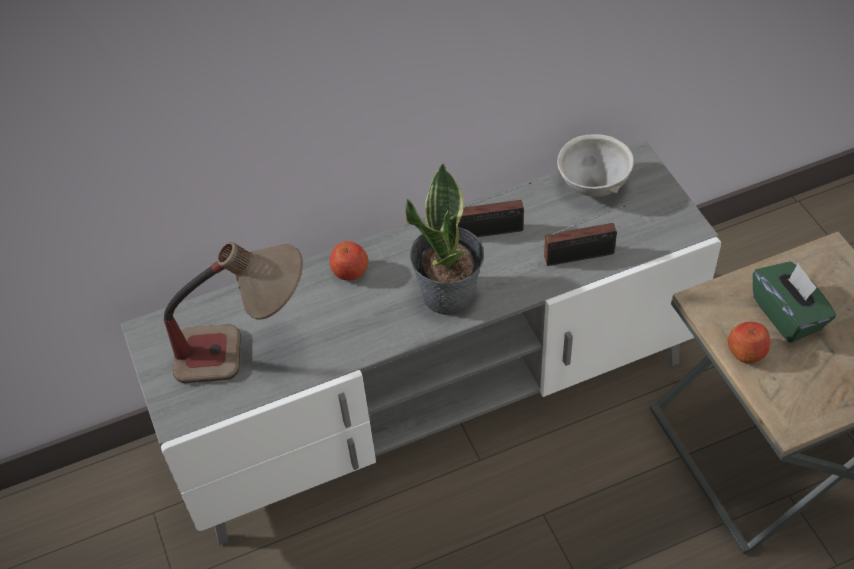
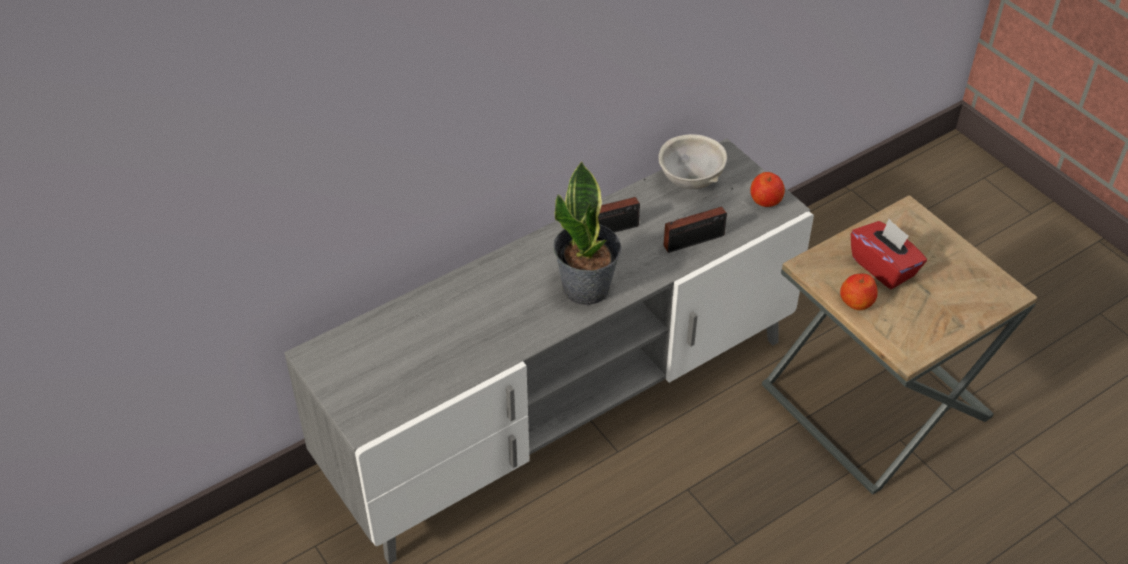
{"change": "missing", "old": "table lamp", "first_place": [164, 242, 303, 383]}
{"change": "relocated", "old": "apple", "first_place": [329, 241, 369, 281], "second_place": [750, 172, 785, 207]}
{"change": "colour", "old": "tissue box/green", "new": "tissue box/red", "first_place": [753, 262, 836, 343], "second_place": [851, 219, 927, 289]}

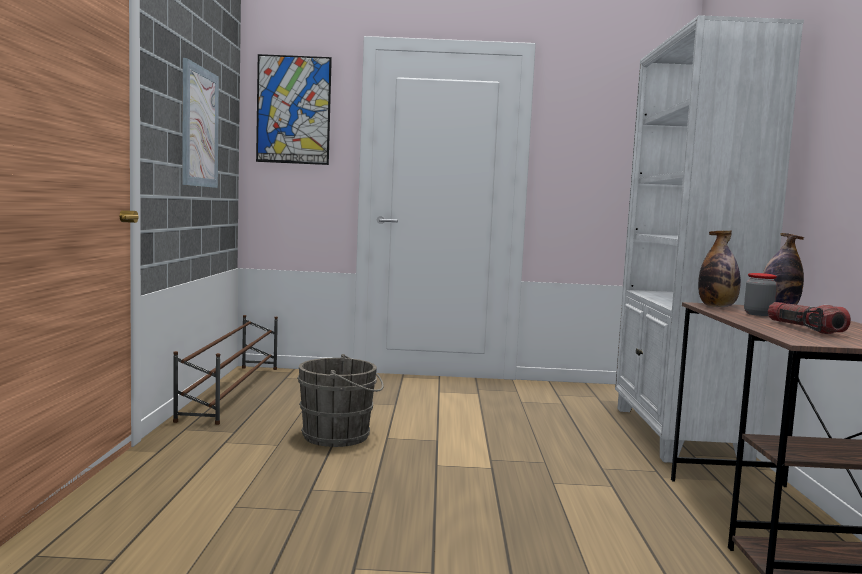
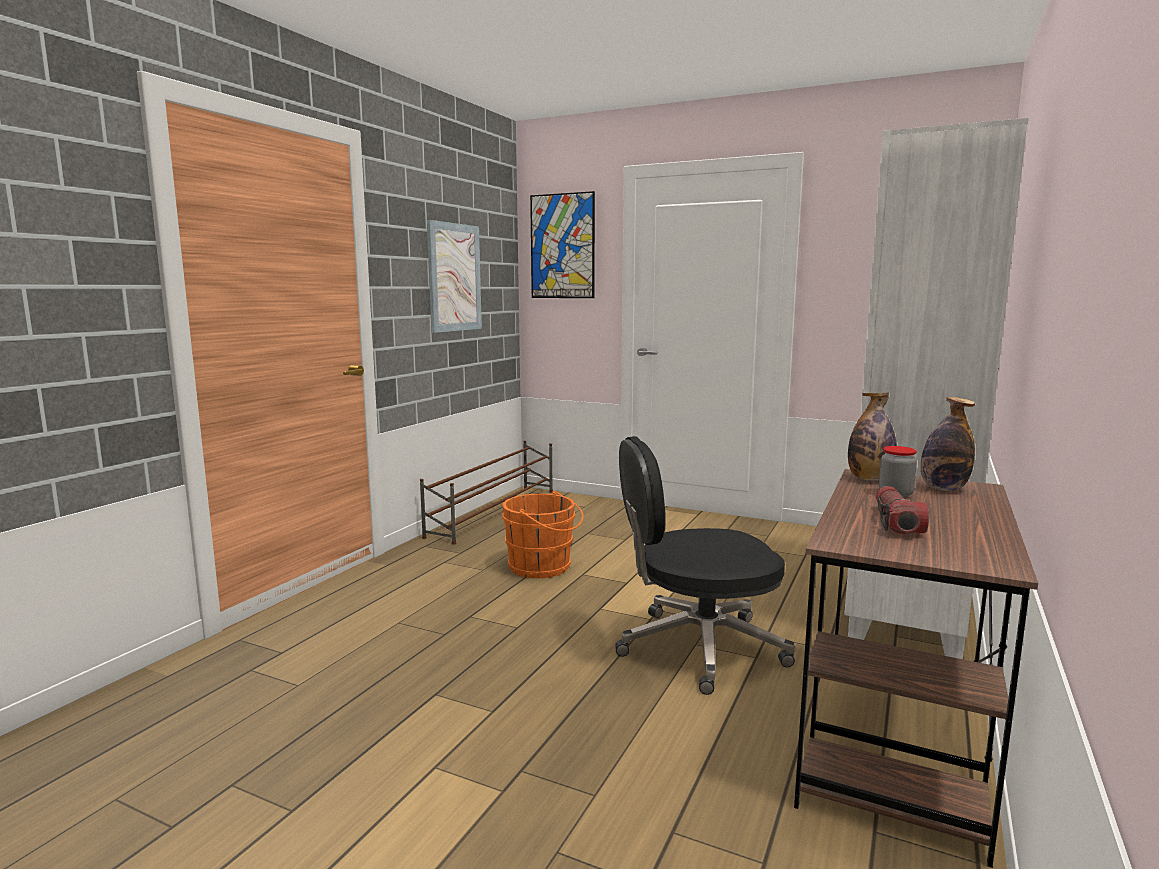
{"change": "colour", "old": "bucket/grey", "new": "bucket/orange", "first_place": [297, 354, 384, 447], "second_place": [502, 491, 584, 578]}
{"change": "appeared", "new": "office chair/black", "second_place": [615, 436, 795, 695]}

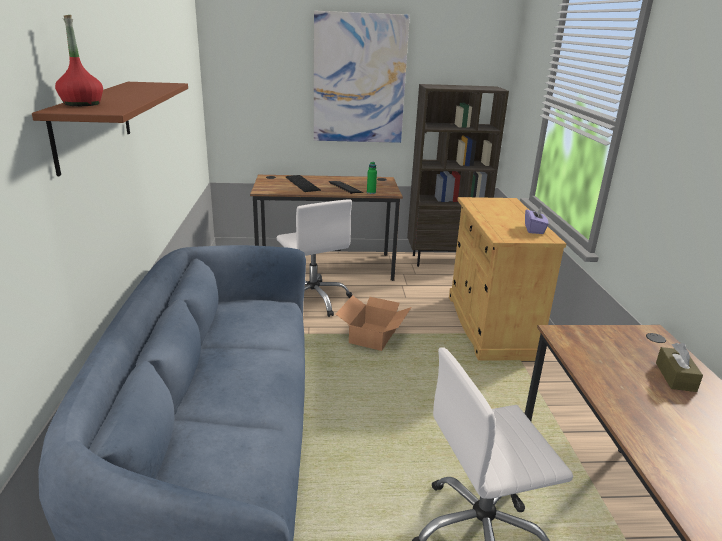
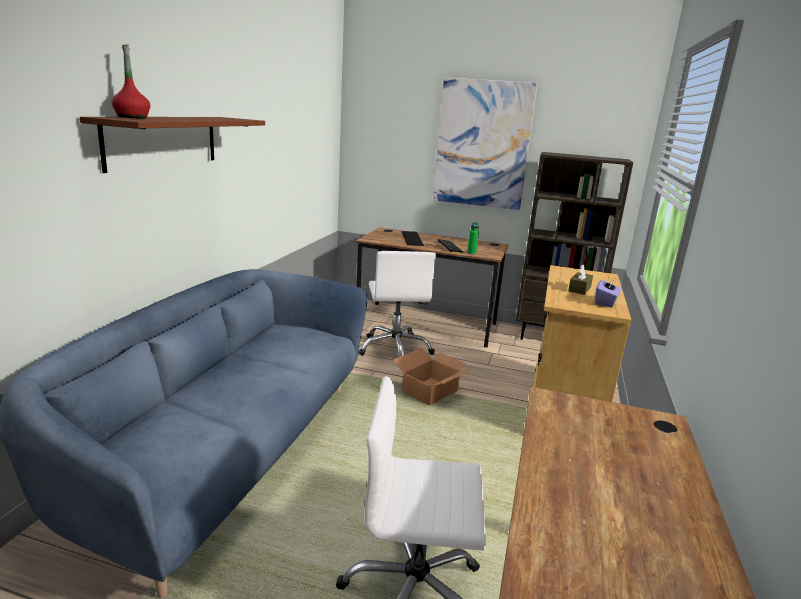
{"change": "relocated", "old": "tissue box/brown", "first_place": [656, 343, 703, 392], "second_place": [568, 265, 593, 295]}

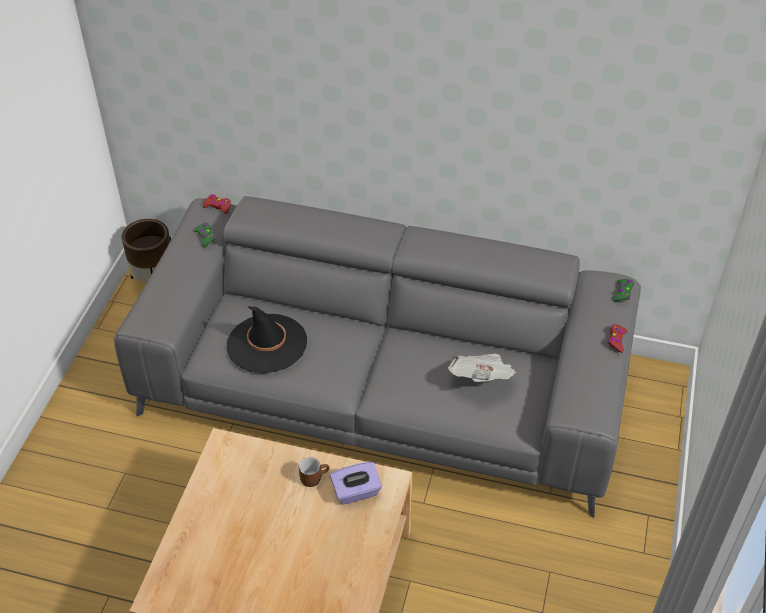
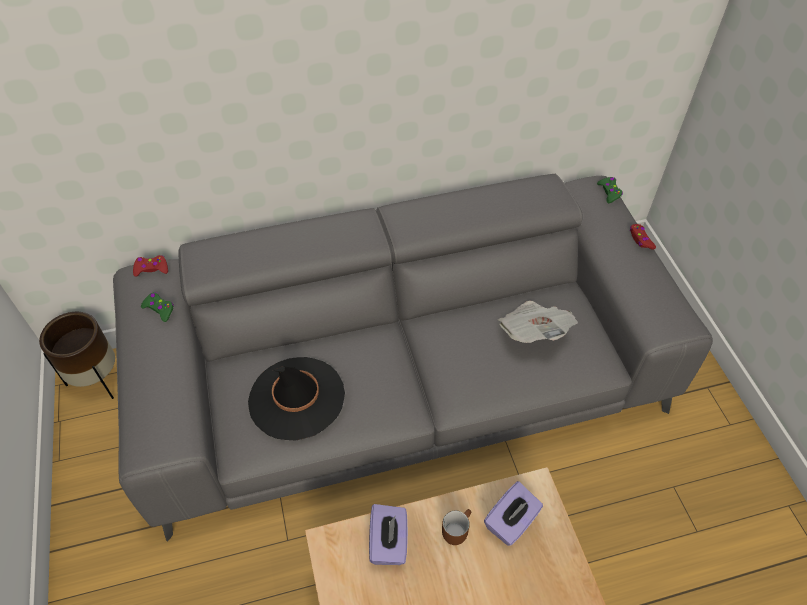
{"change": "appeared", "new": "tissue box/purple", "second_place": [369, 504, 408, 565]}

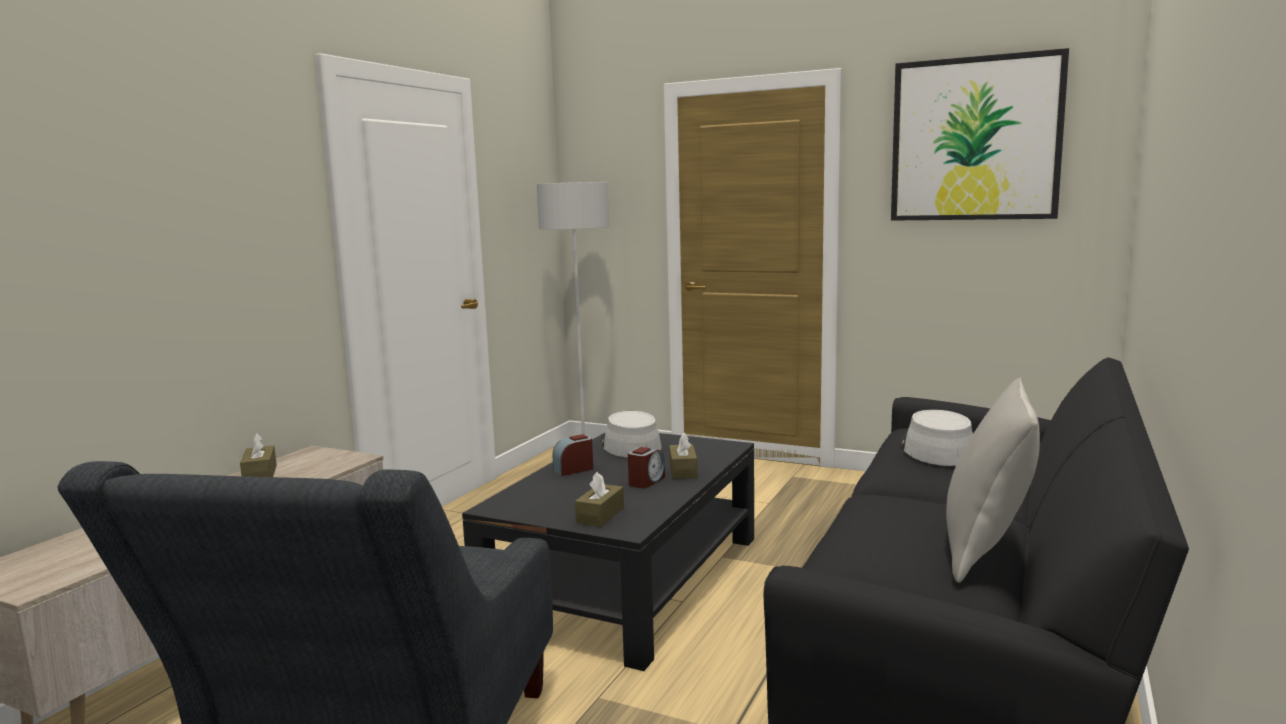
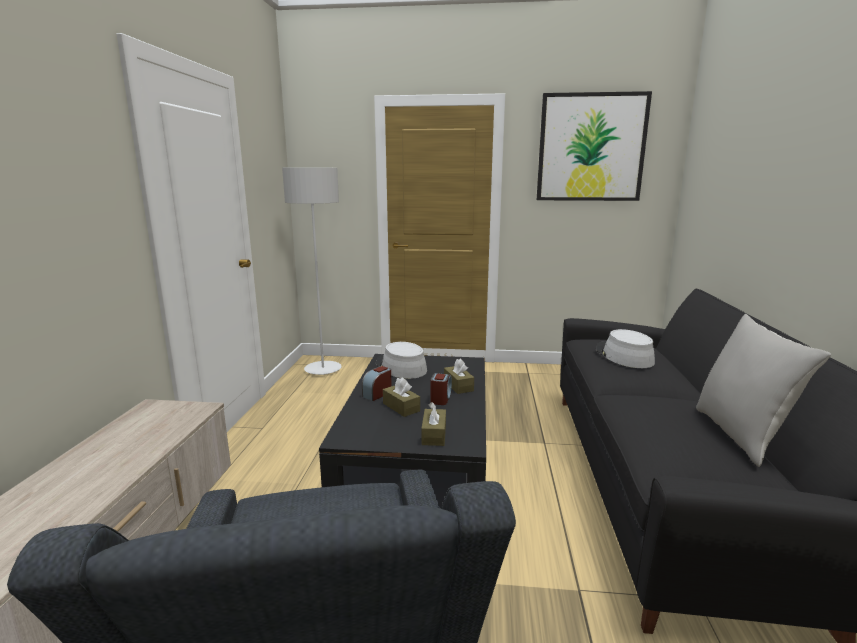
{"change": "relocated", "old": "tissue box/brown", "first_place": [240, 433, 277, 477], "second_place": [383, 378, 420, 417]}

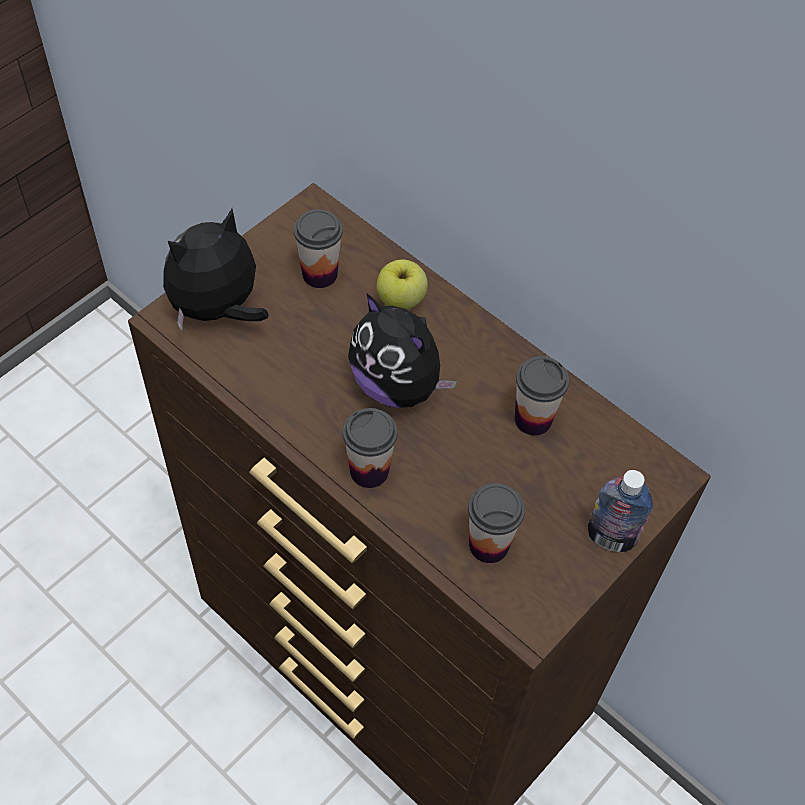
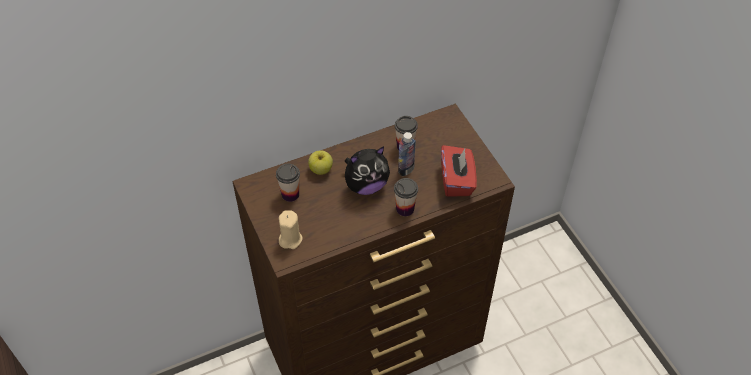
{"change": "exchanged", "old": "plush toy", "new": "candle/beige", "first_place": [163, 209, 269, 331], "second_place": [279, 210, 303, 249]}
{"change": "exchanged", "old": "cup", "new": "tissue box/red", "first_place": [468, 483, 525, 563], "second_place": [441, 145, 477, 197]}
{"change": "relocated", "old": "bottle", "first_place": [588, 470, 653, 552], "second_place": [398, 132, 416, 176]}

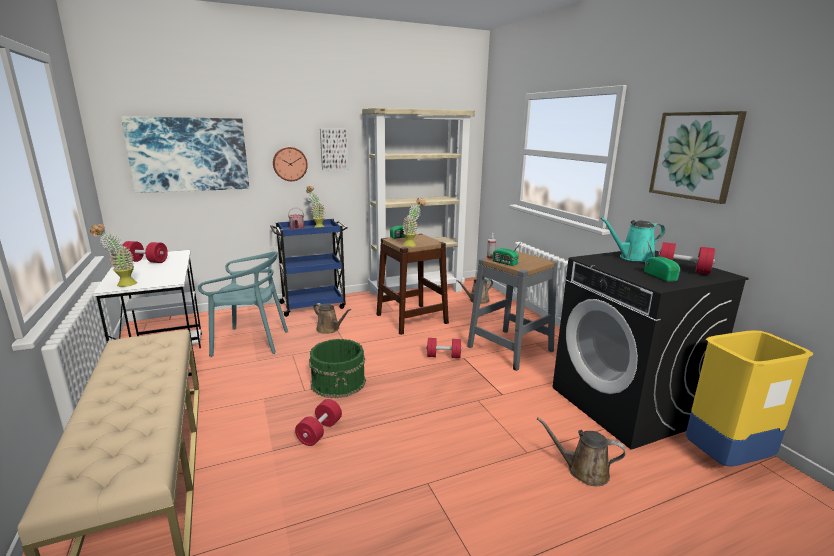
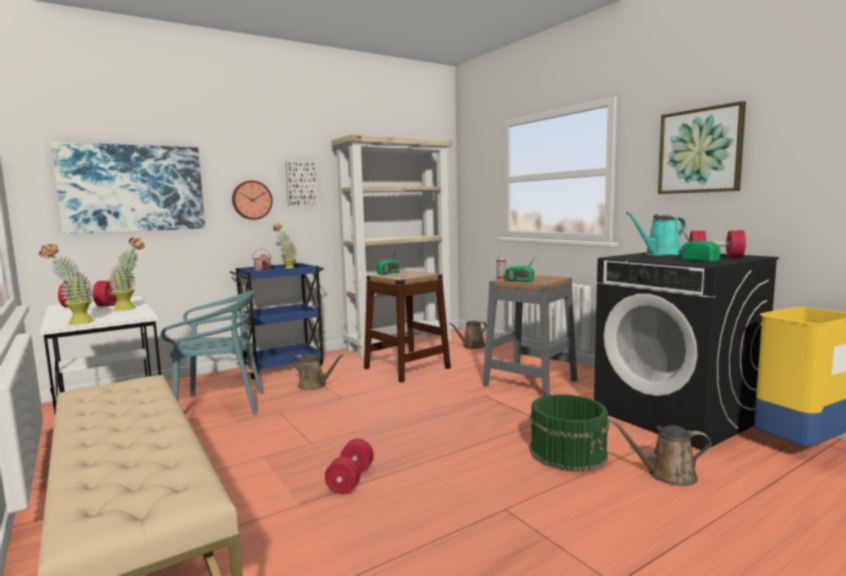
{"change": "relocated", "old": "bucket/green", "first_place": [309, 339, 366, 398], "second_place": [529, 394, 609, 472]}
{"change": "relocated", "old": "potted plant", "first_place": [403, 198, 426, 247], "second_place": [109, 238, 145, 311]}
{"change": "missing", "old": "dumbbell/red", "first_place": [426, 338, 462, 358]}

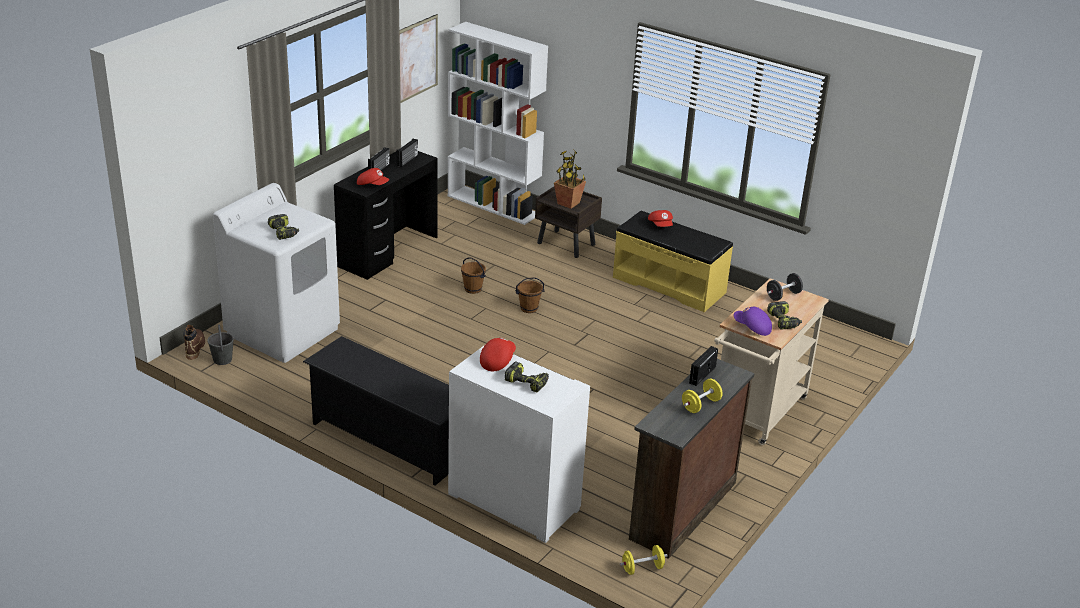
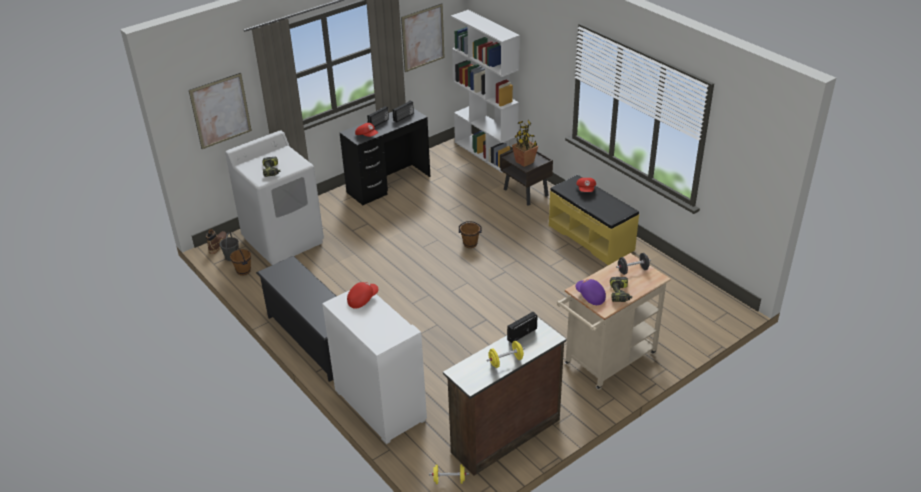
{"change": "relocated", "old": "bucket/brown", "first_place": [461, 257, 486, 294], "second_place": [230, 246, 251, 276]}
{"change": "missing", "old": "power drill", "first_place": [505, 361, 549, 393]}
{"change": "appeared", "new": "picture", "second_place": [189, 73, 252, 149]}

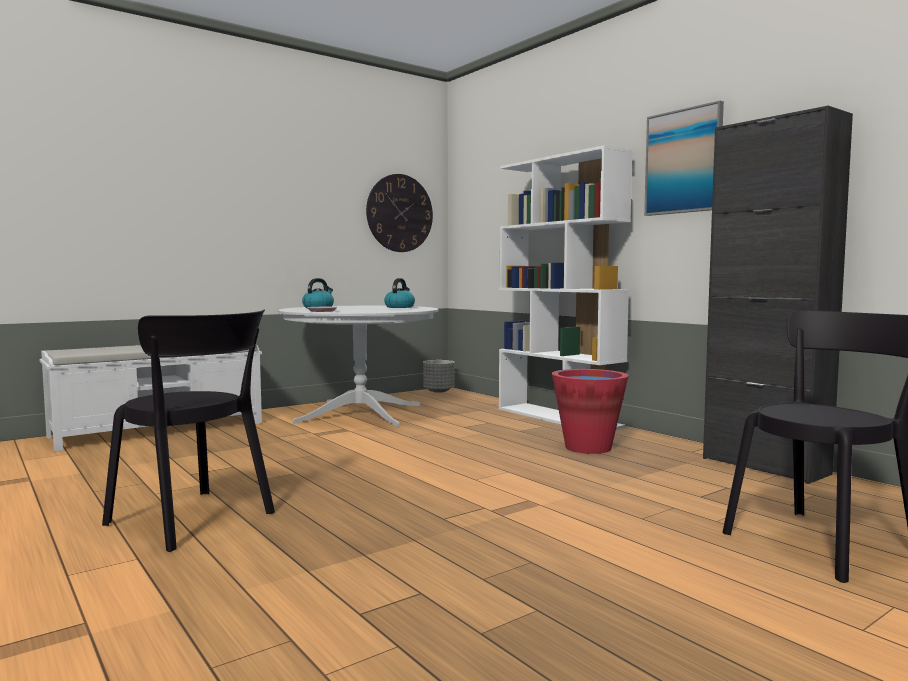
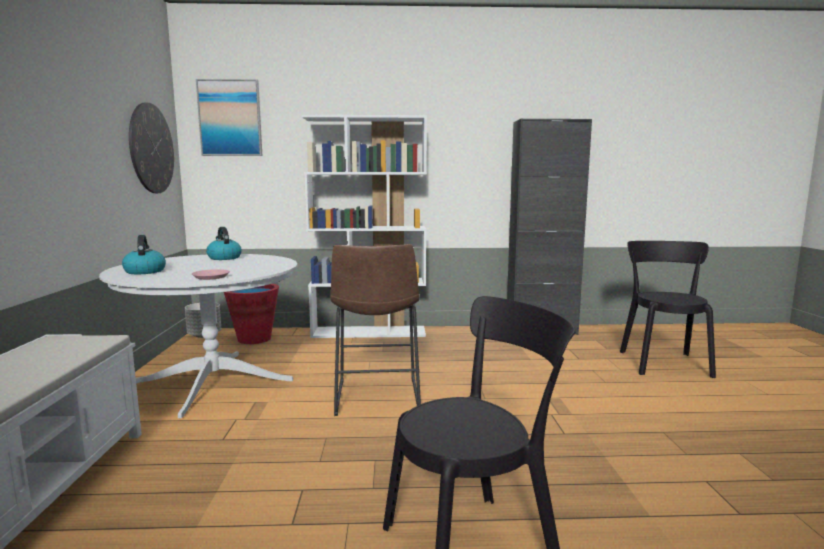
{"change": "relocated", "old": "bucket/red", "first_place": [552, 369, 629, 454], "second_place": [224, 284, 279, 344]}
{"change": "relocated", "old": "picture", "first_place": [644, 101, 724, 216], "second_place": [196, 79, 262, 156]}
{"change": "appeared", "new": "stool/brown", "second_place": [330, 244, 421, 416]}

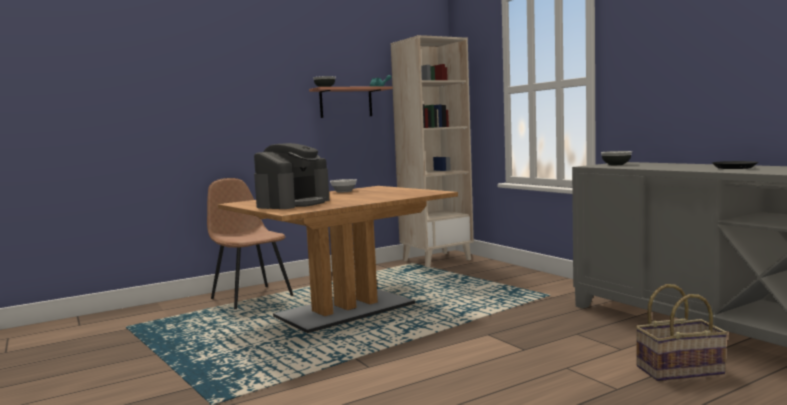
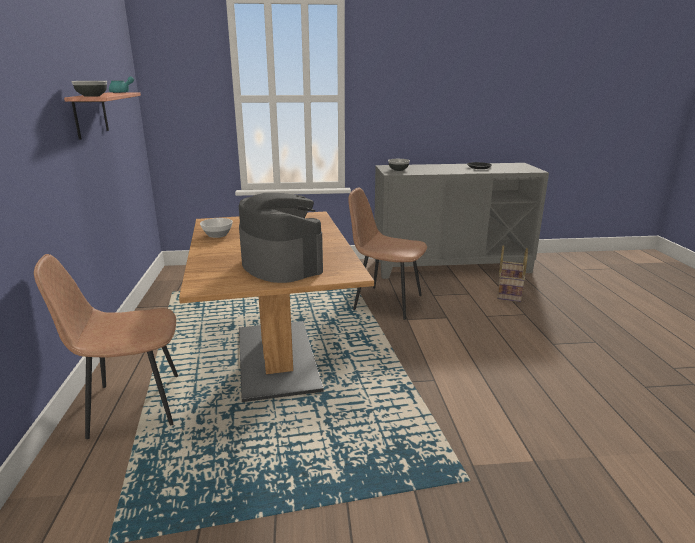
{"change": "missing", "old": "bookcase/beige", "first_place": [391, 35, 474, 267]}
{"change": "appeared", "new": "chair/brown", "second_place": [348, 187, 427, 320]}

